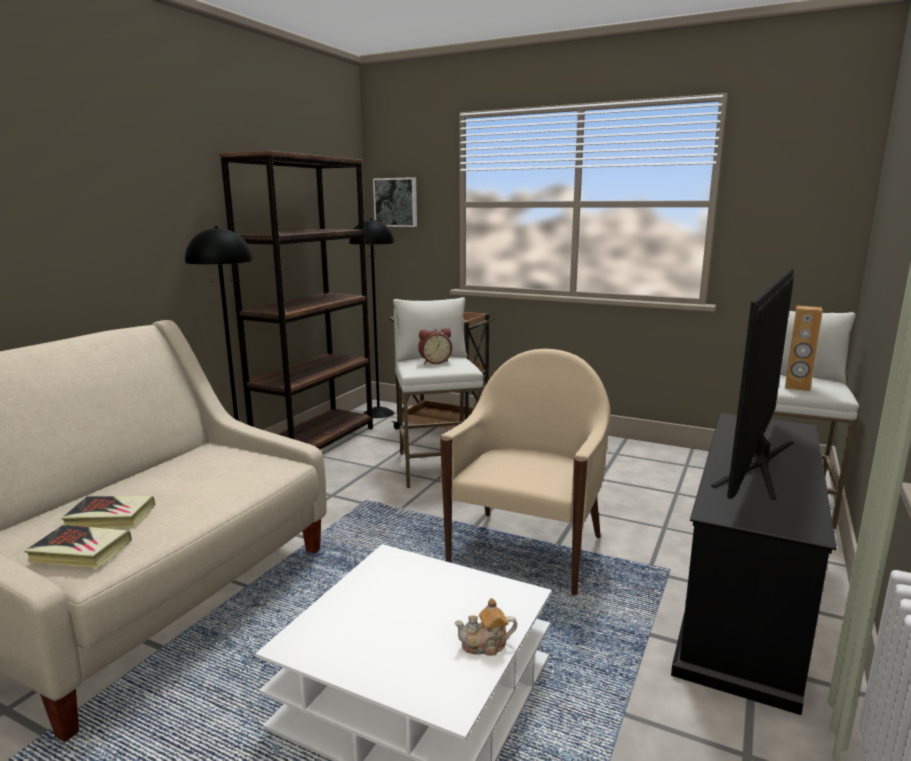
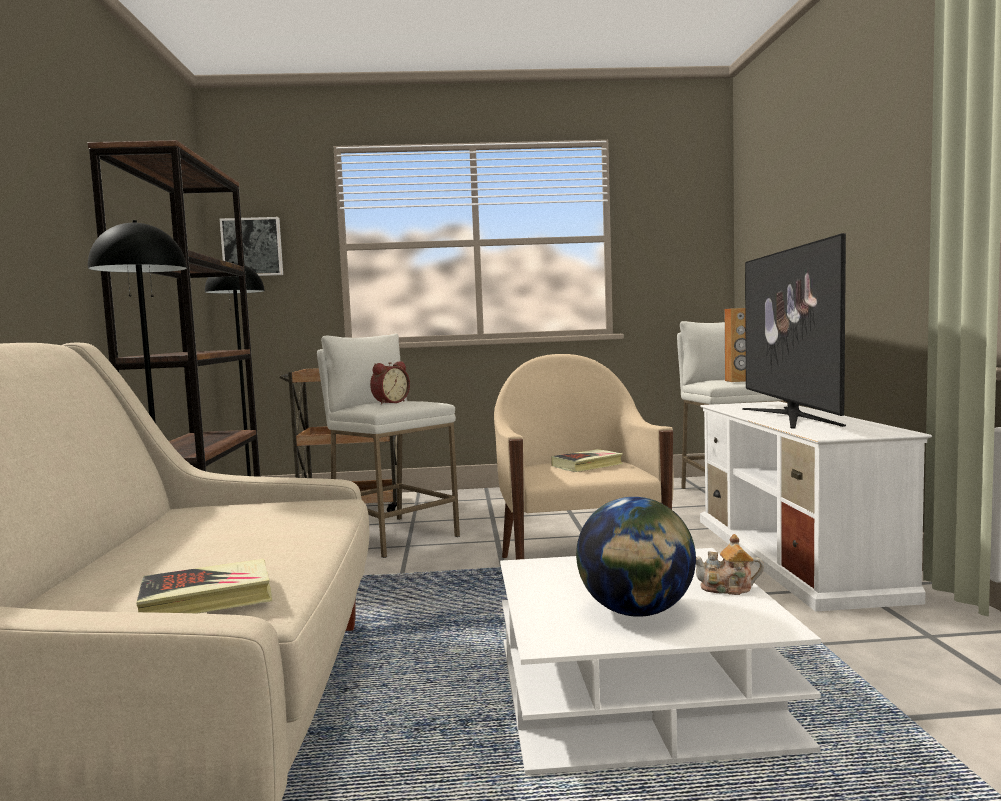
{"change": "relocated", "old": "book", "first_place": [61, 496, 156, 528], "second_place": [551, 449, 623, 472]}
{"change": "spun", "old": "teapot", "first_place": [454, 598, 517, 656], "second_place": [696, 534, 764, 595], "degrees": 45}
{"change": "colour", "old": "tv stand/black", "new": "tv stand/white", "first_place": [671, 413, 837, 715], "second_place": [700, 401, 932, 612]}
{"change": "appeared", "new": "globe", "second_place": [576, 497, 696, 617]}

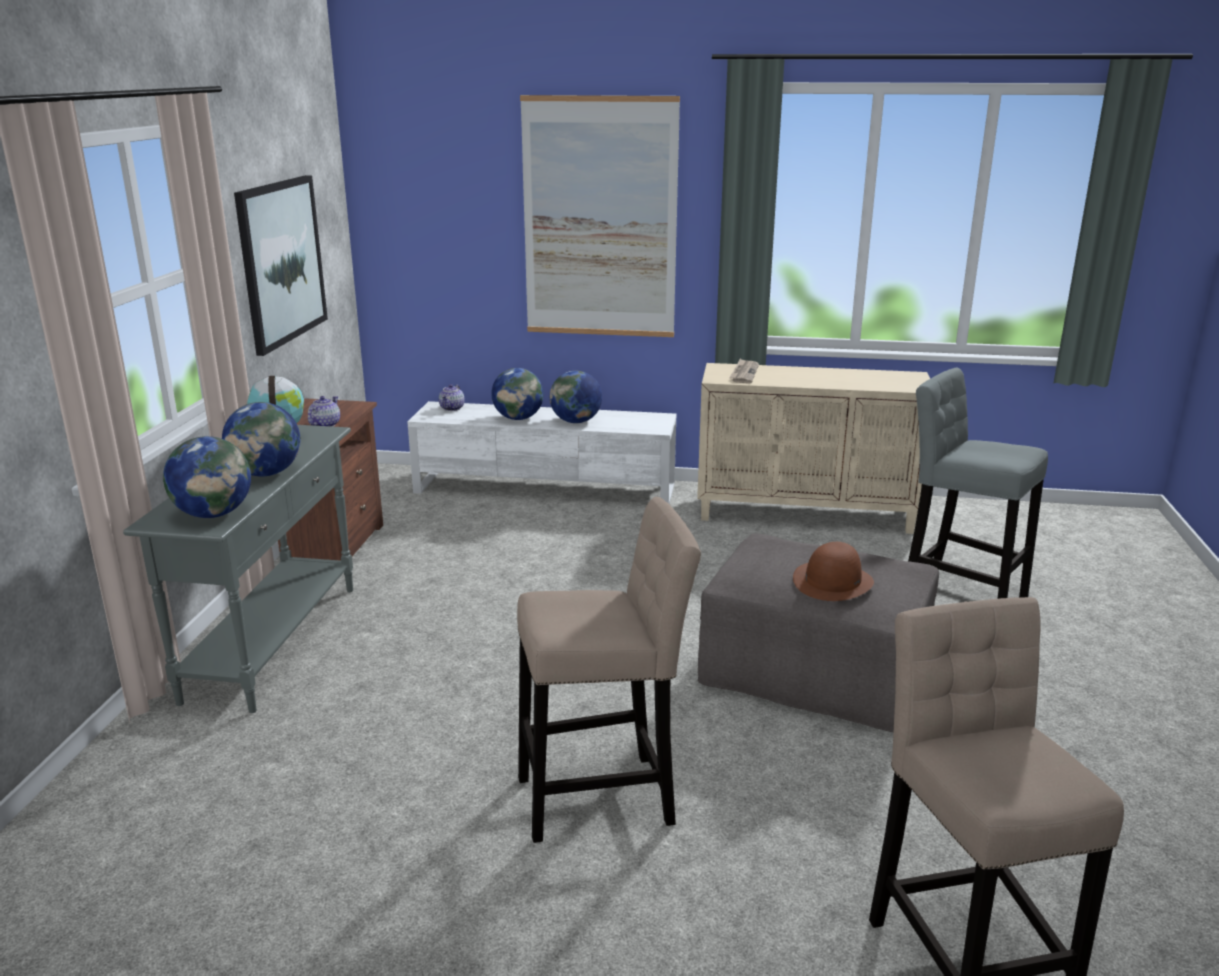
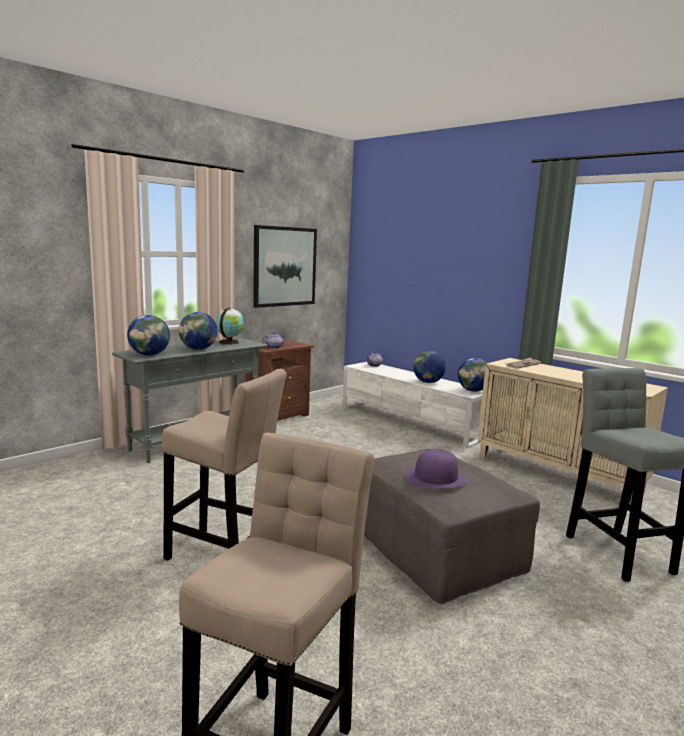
{"change": "relocated", "old": "globe", "first_place": [491, 368, 544, 420], "second_place": [458, 358, 487, 392]}
{"change": "missing", "old": "picture", "first_place": [520, 95, 680, 337]}
{"change": "colour", "old": "hat/brown", "new": "hat/purple", "first_place": [793, 542, 874, 601], "second_place": [405, 449, 467, 489]}

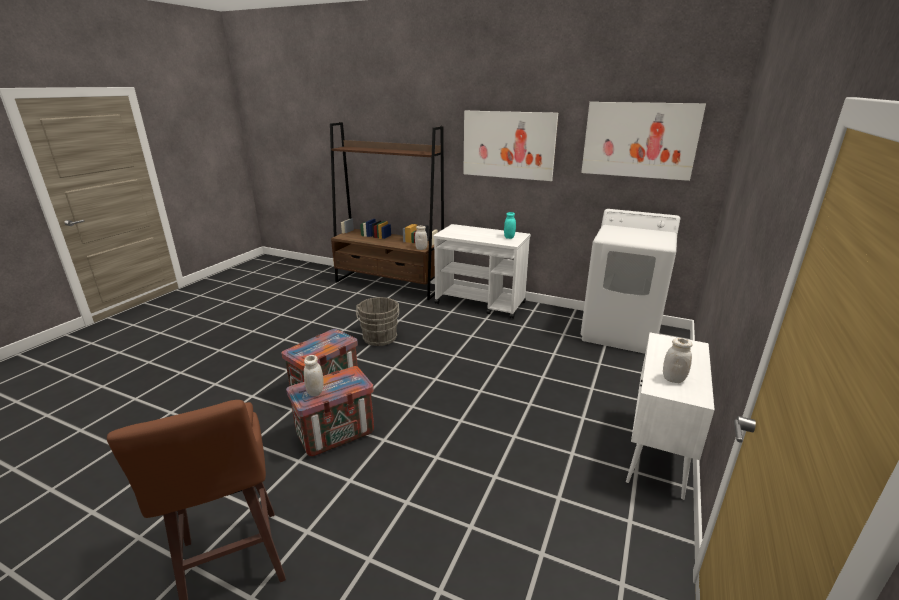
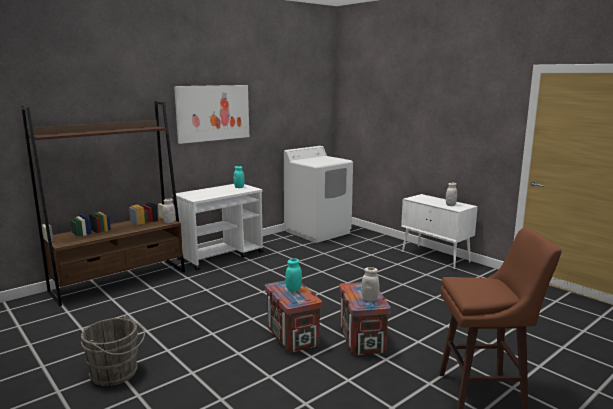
{"change": "relocated", "old": "bucket/grey", "first_place": [356, 297, 399, 346], "second_place": [81, 316, 145, 386]}
{"change": "missing", "old": "picture", "first_place": [581, 102, 706, 181]}
{"change": "appeared", "new": "jar/turquoise", "second_place": [285, 258, 302, 292]}

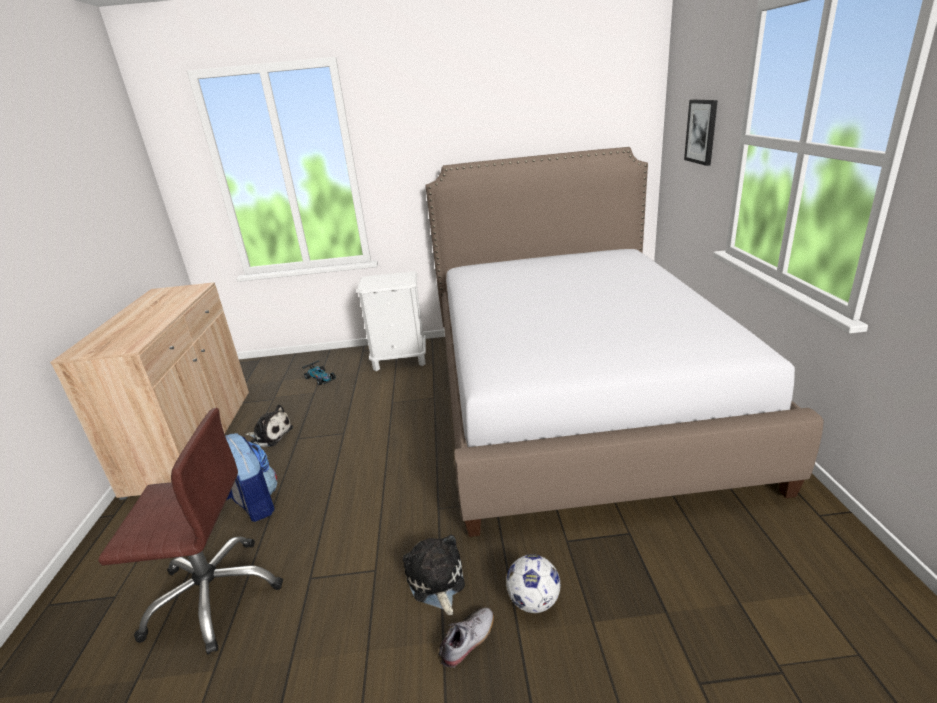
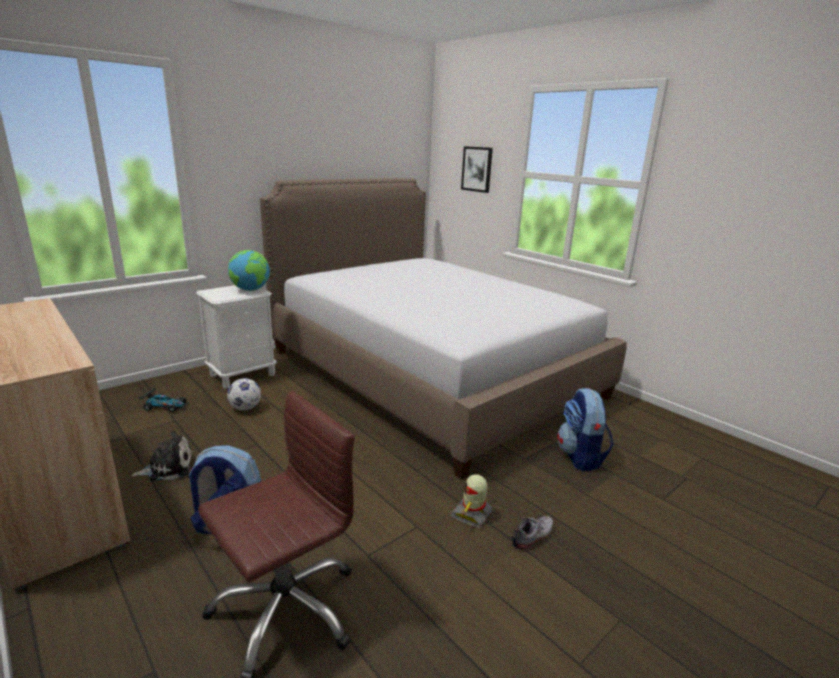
{"change": "exchanged", "old": "plush toy", "new": "toy robot", "first_place": [402, 535, 465, 615], "second_place": [450, 474, 492, 529]}
{"change": "spun", "old": "shoe", "first_place": [439, 607, 494, 668], "second_place": [511, 516, 554, 551], "degrees": 45}
{"change": "relocated", "old": "football", "first_place": [506, 554, 560, 613], "second_place": [227, 378, 261, 411]}
{"change": "appeared", "new": "globe", "second_place": [228, 250, 270, 291]}
{"change": "appeared", "new": "backpack", "second_place": [557, 388, 614, 471]}

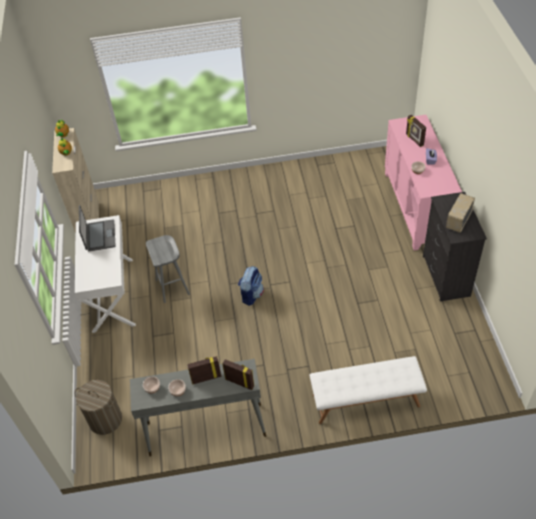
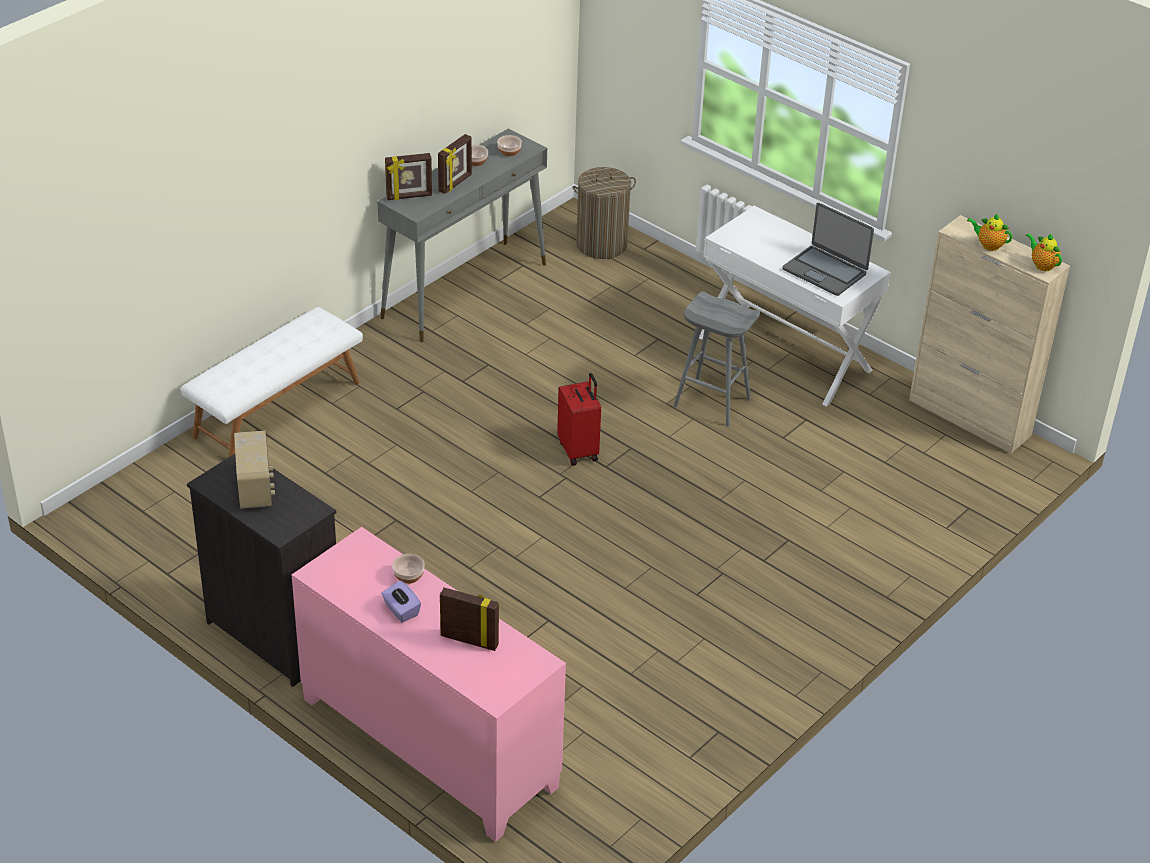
{"change": "exchanged", "old": "backpack", "new": "suitcase/red", "first_place": [238, 266, 264, 306], "second_place": [557, 373, 601, 466]}

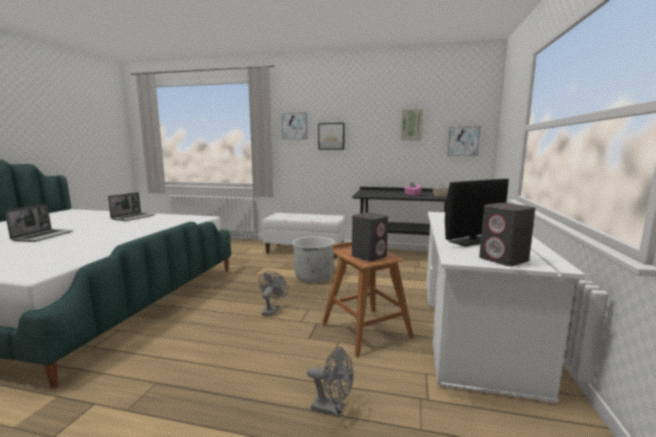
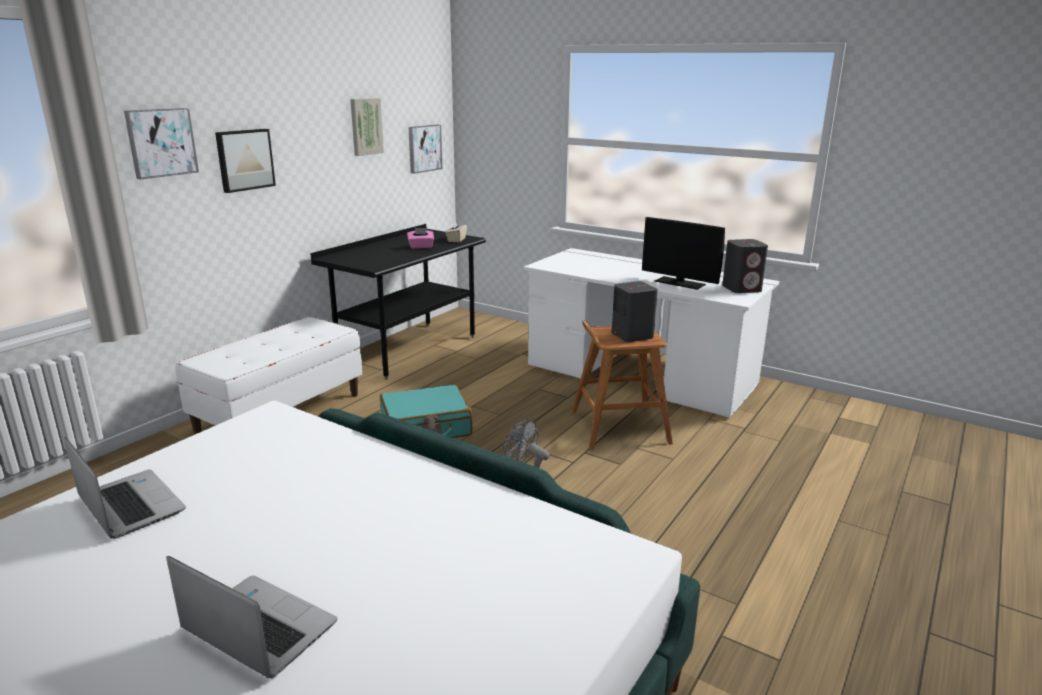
{"change": "exchanged", "old": "planter/white", "new": "suitcase/turquoise", "first_place": [293, 237, 335, 283], "second_place": [380, 385, 472, 438]}
{"change": "missing", "old": "fan/grey", "first_place": [307, 347, 354, 417]}
{"change": "spun", "old": "monitor", "first_place": [445, 179, 509, 247], "second_place": [642, 217, 725, 290], "degrees": 135}

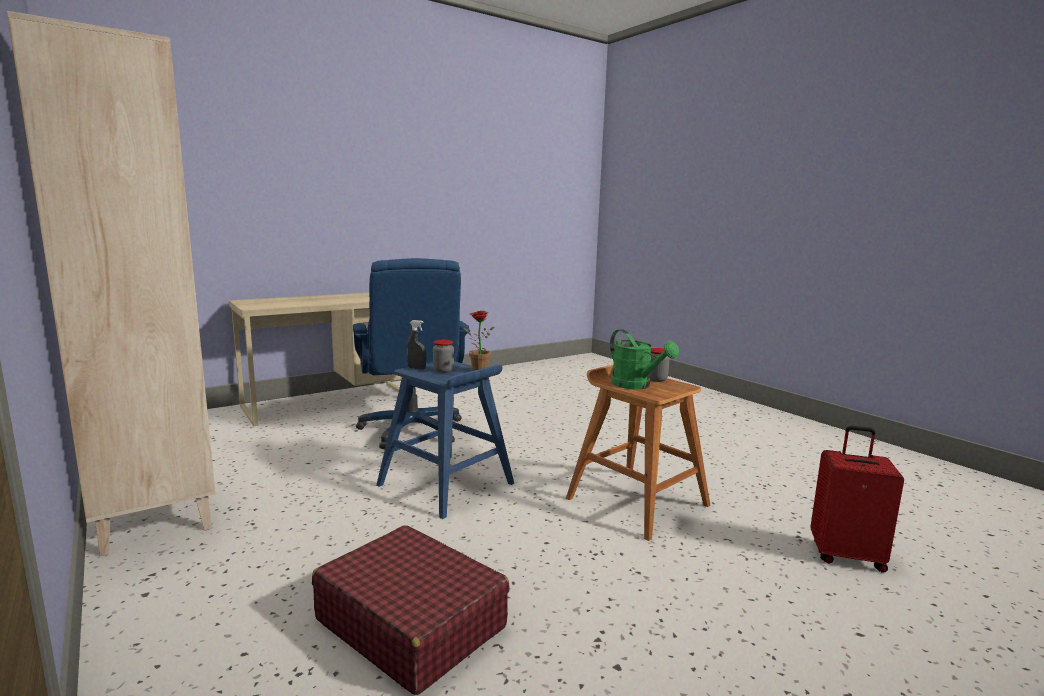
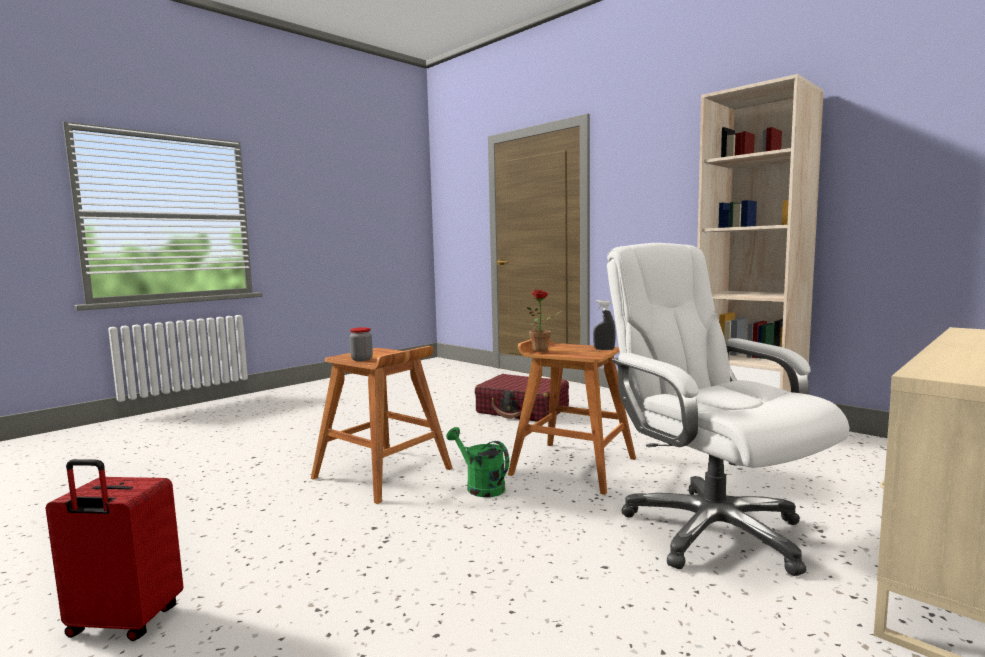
{"change": "colour", "old": "office chair/blue", "new": "office chair/white", "first_place": [353, 258, 470, 449], "second_place": [607, 243, 849, 576]}
{"change": "colour", "old": "stool/blue", "new": "stool/brown", "first_place": [376, 361, 514, 519], "second_place": [508, 337, 636, 495]}
{"change": "missing", "old": "jar", "first_place": [433, 340, 454, 373]}
{"change": "relocated", "old": "watering can/green", "first_place": [610, 329, 679, 389], "second_place": [446, 427, 509, 497]}
{"change": "relocated", "old": "suitcase/red", "first_place": [810, 426, 904, 573], "second_place": [46, 459, 183, 641]}

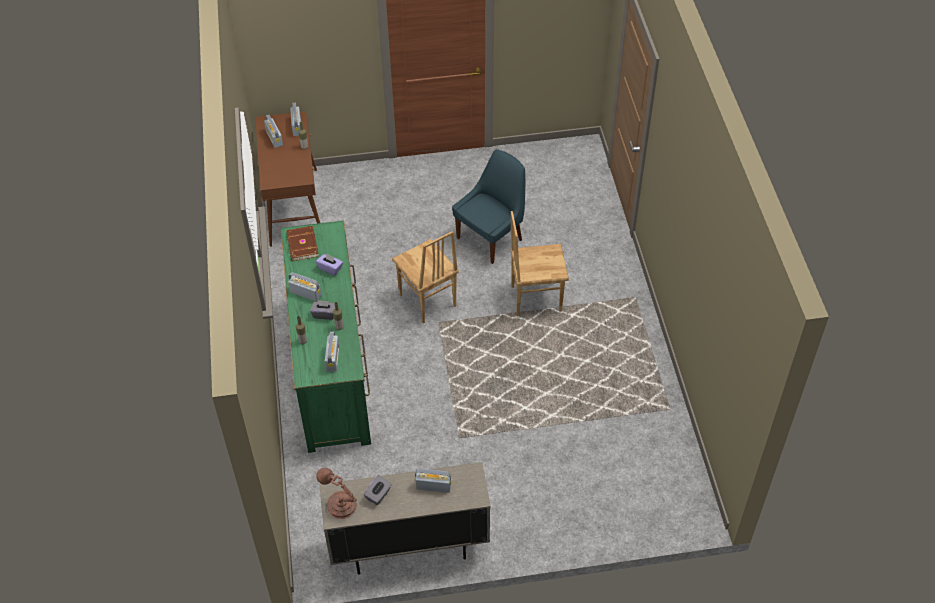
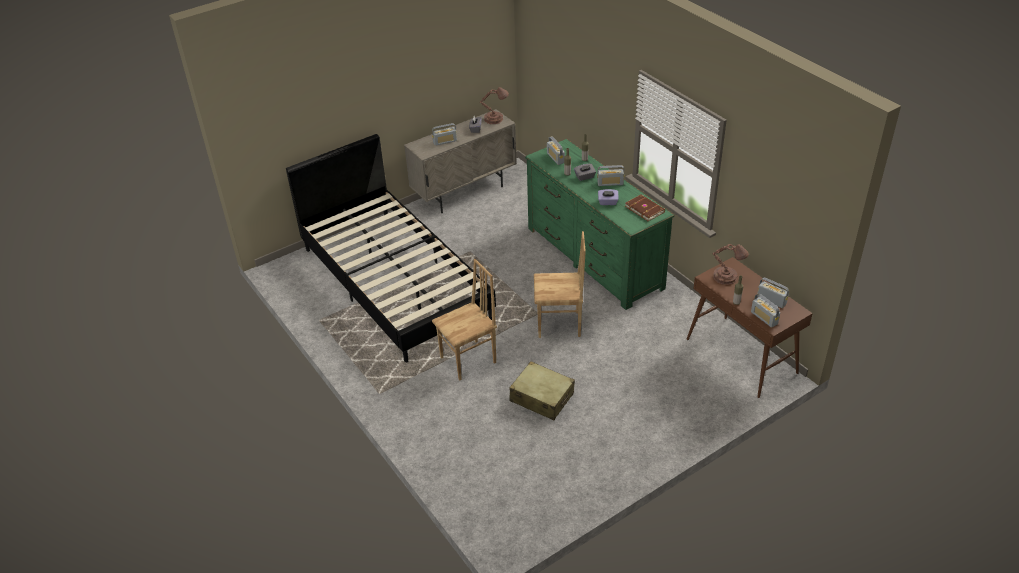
{"change": "spun", "old": "chair/brown", "first_place": [392, 231, 459, 324], "second_place": [534, 231, 586, 338], "degrees": 150}
{"change": "exchanged", "old": "chair/blue", "new": "suitcase/beige", "first_place": [452, 149, 525, 264], "second_place": [509, 361, 575, 420]}
{"change": "appeared", "new": "bed/black", "second_place": [286, 134, 496, 362]}
{"change": "appeared", "new": "table lamp/brown", "second_place": [713, 244, 749, 285]}

